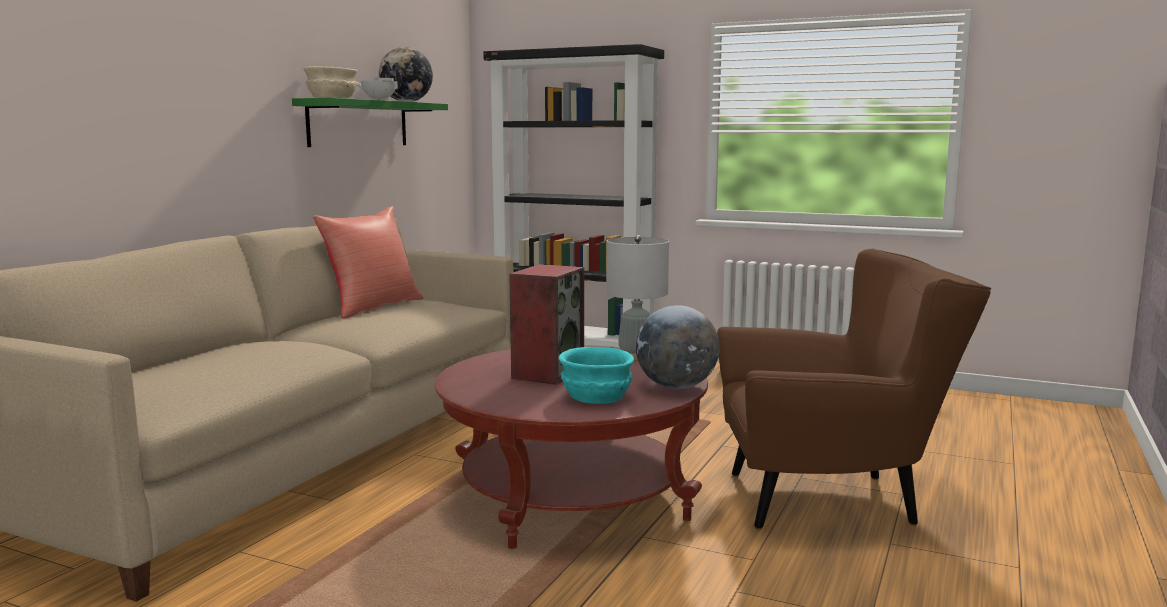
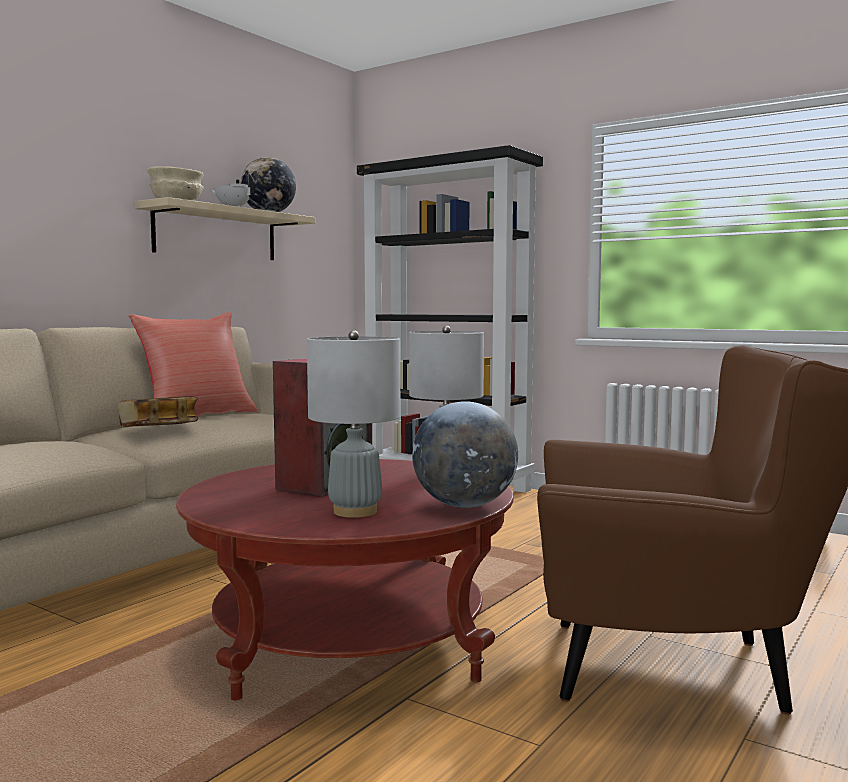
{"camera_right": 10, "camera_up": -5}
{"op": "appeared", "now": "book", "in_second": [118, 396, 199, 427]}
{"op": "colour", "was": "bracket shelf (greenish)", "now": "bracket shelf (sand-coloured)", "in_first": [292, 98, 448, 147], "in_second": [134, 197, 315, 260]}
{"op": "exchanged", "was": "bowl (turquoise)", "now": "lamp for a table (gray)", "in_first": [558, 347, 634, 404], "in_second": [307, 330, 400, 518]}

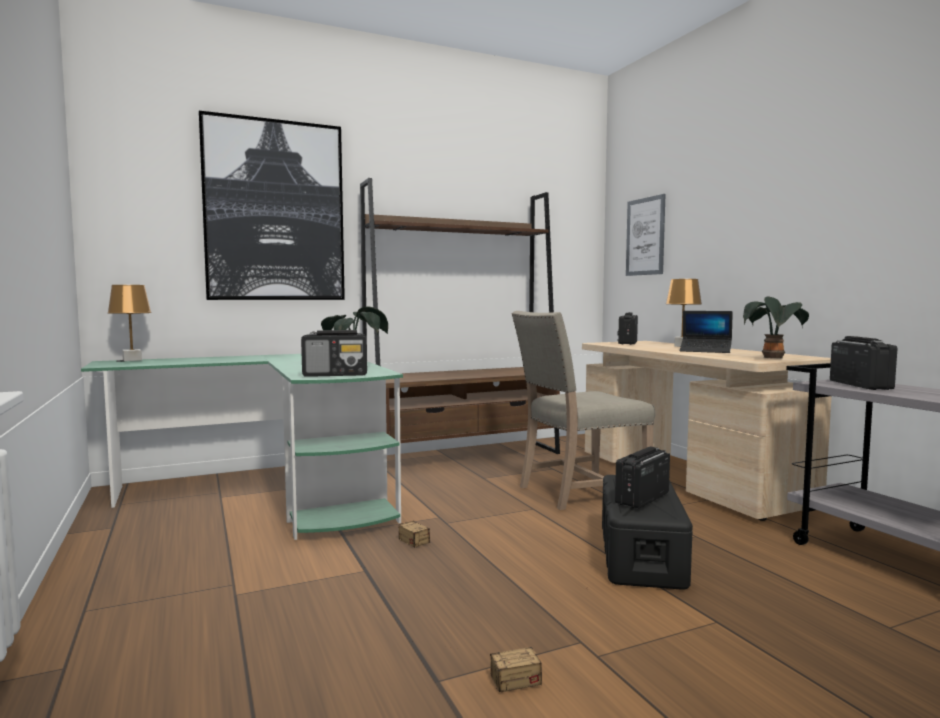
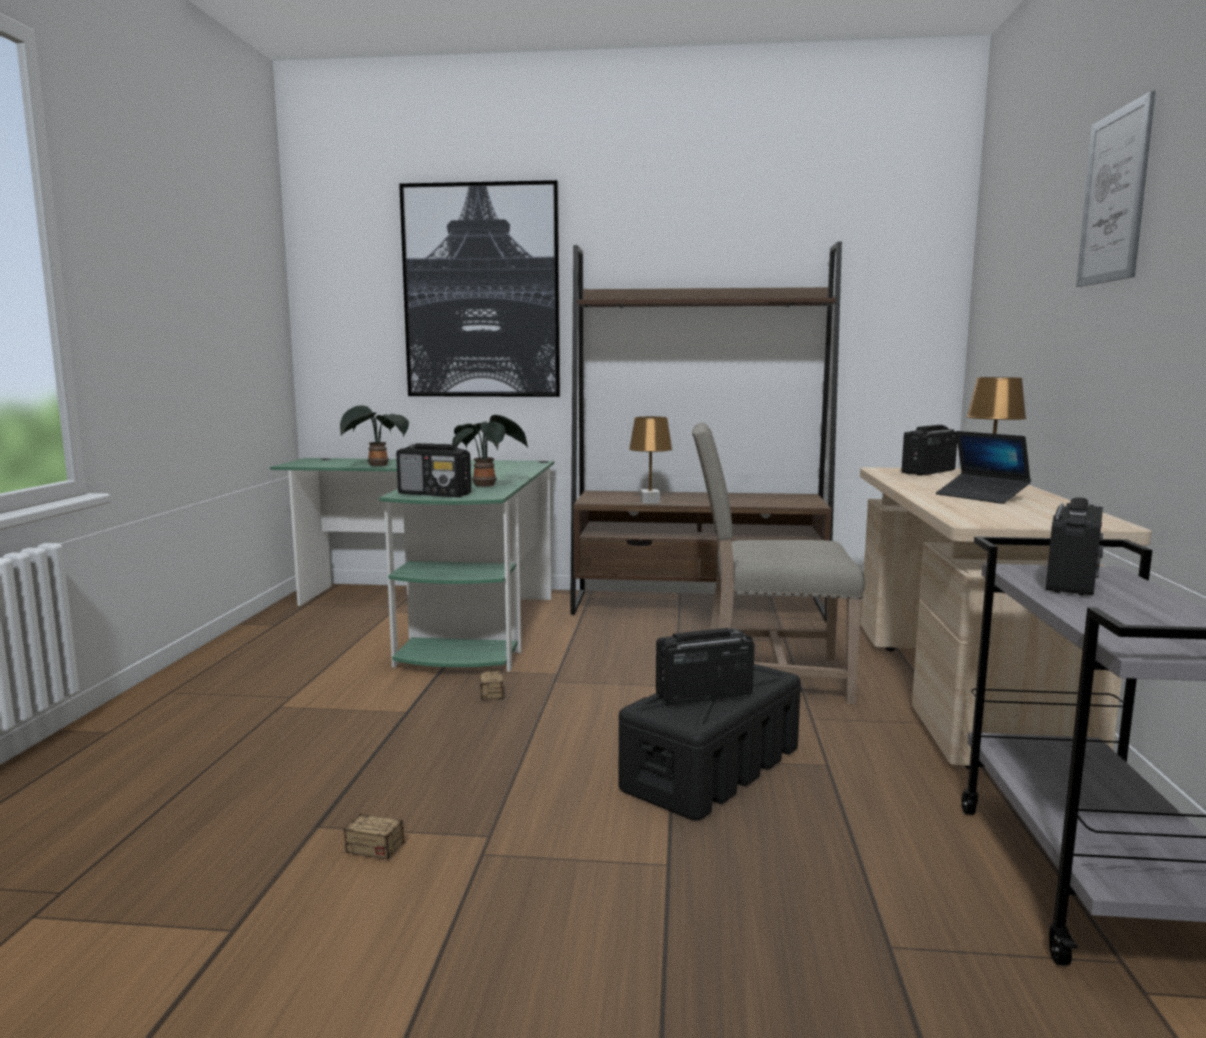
{"camera_right": 30, "camera_up": 5}
{"op": "relocated", "was": "houseplant", "in_first": [743, 297, 809, 359], "in_second": [340, 405, 409, 466]}
{"op": "relocated", "was": "lamp for a table (brown)", "in_first": [107, 285, 152, 361], "in_second": [629, 416, 673, 504]}
{"op": "relocated", "was": "wall art", "in_first": [626, 194, 666, 276], "in_second": [1076, 91, 1155, 287]}

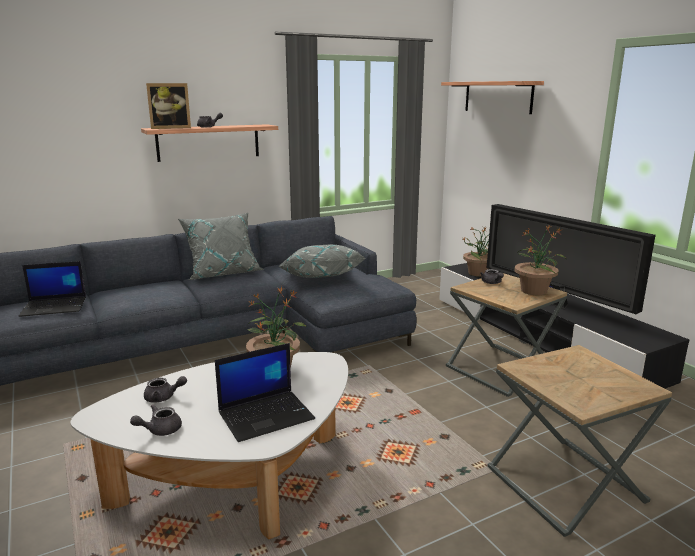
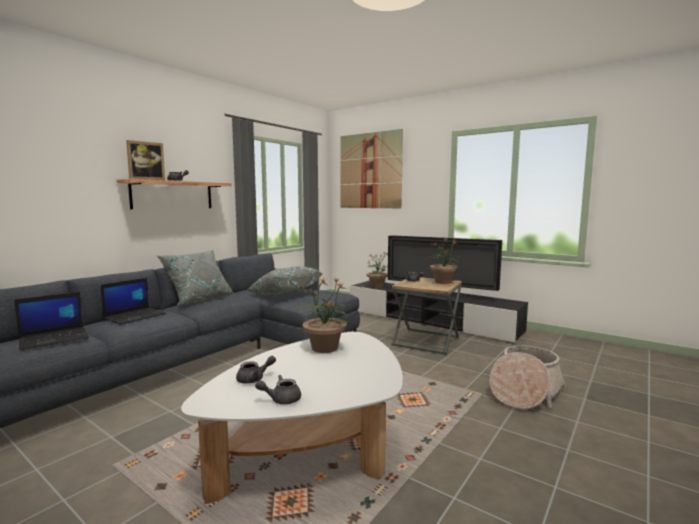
{"camera_right": -25, "camera_up": -10}
{"op": "relocated", "was": "portable computer", "in_first": [215, 343, 315, 442], "in_second": [101, 278, 167, 325]}
{"op": "spun", "was": "teapot (gray)", "in_first": [130, 404, 182, 436], "in_second": [255, 375, 301, 404], "clockwise": 45}
{"op": "exchanged", "was": "bracket shelf", "now": "wall art", "in_first": [441, 81, 544, 114], "in_second": [340, 129, 403, 208]}
{"op": "exchanged", "was": "side table (brown)", "now": "basket", "in_first": [487, 345, 672, 537], "in_second": [490, 345, 566, 409]}

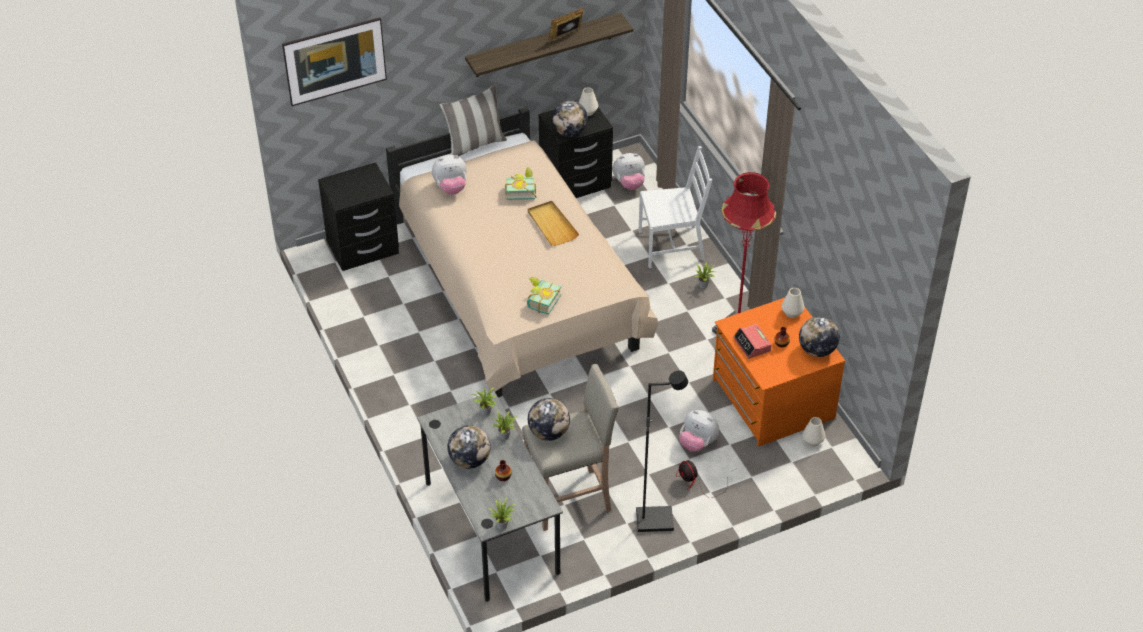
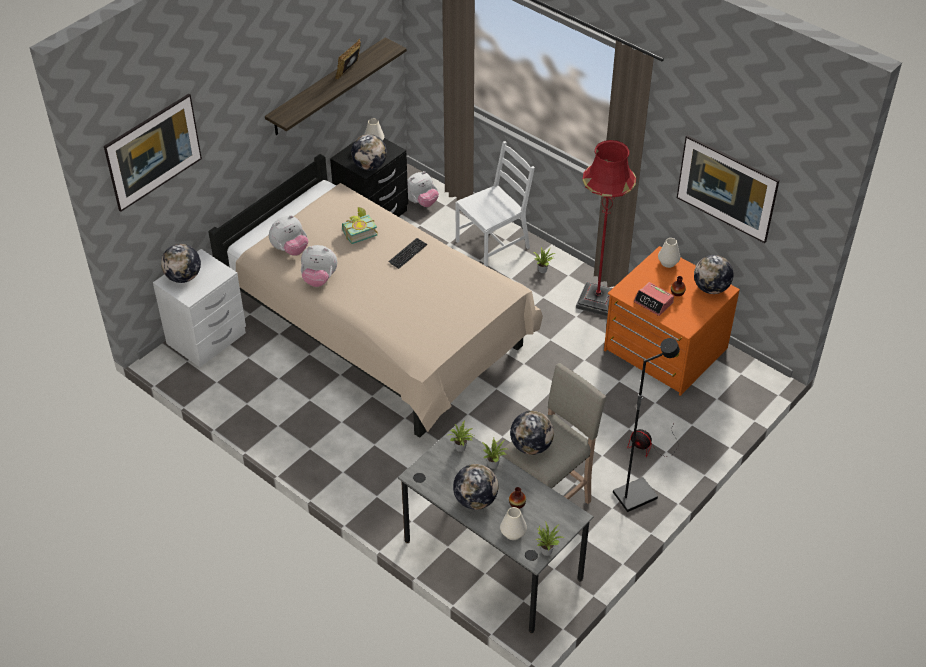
{"camera_right": -25, "camera_up": 0}
{"op": "colour", "was": "nightstand (blackish)", "now": "nightstand (white-coloured)", "in_first": [318, 162, 399, 271], "in_second": [153, 249, 246, 367]}
{"op": "appeared", "now": "globe", "in_second": [161, 244, 201, 283]}
{"op": "relocated", "was": "plush toy", "in_first": [679, 410, 719, 452], "in_second": [301, 245, 337, 287]}
{"op": "exchanged", "was": "tray (sand-coloured)", "now": "PC keyboard", "in_first": [528, 201, 579, 246], "in_second": [388, 238, 427, 269]}
{"op": "relocated", "was": "flower vase (white-coloured)", "in_first": [802, 417, 825, 447], "in_second": [500, 507, 527, 540]}
{"op": "appeared", "now": "wall art", "in_second": [677, 135, 779, 243]}
{"op": "missing", "was": "pillow", "in_first": [440, 84, 507, 157]}
{"op": "missing", "was": "book", "in_first": [527, 277, 561, 314]}

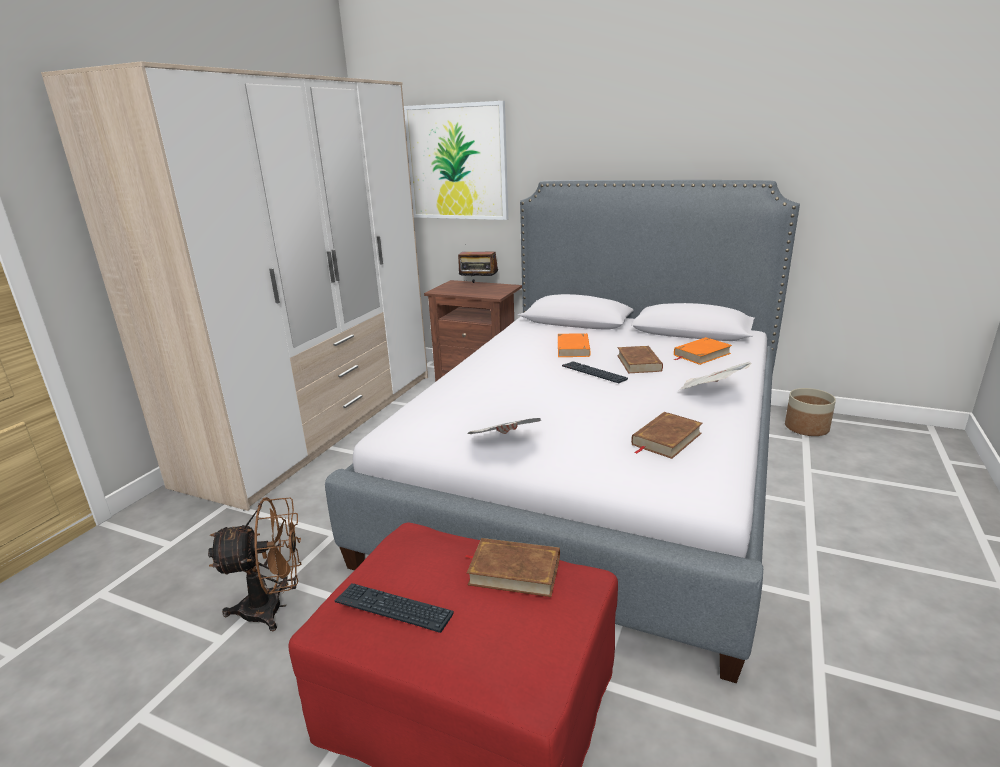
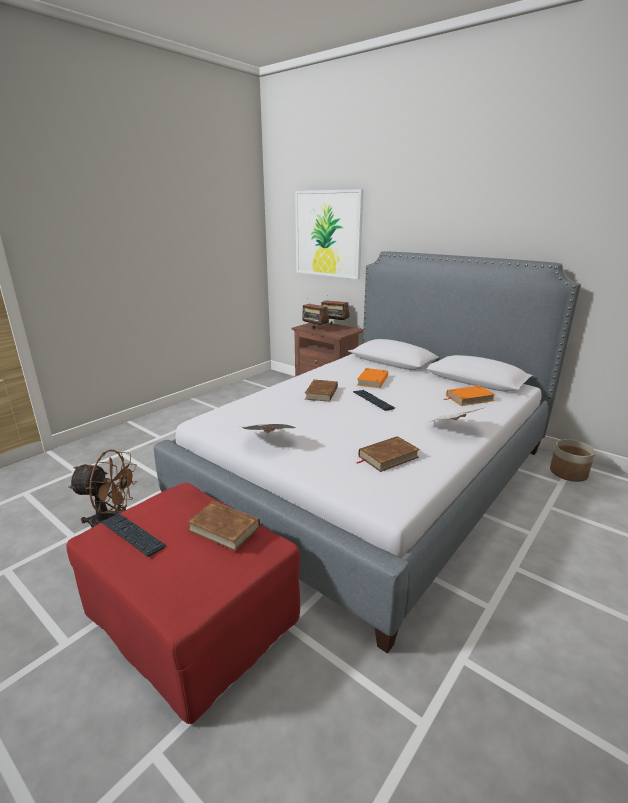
{"camera_right": 15, "camera_up": 0}
{"op": "appeared", "now": "radio receiver", "in_second": [302, 304, 329, 329]}
{"op": "relocated", "was": "book (brown)", "in_first": [617, 346, 663, 373], "in_second": [305, 380, 338, 402]}
{"op": "missing", "was": "armoire", "in_first": [41, 62, 428, 511]}

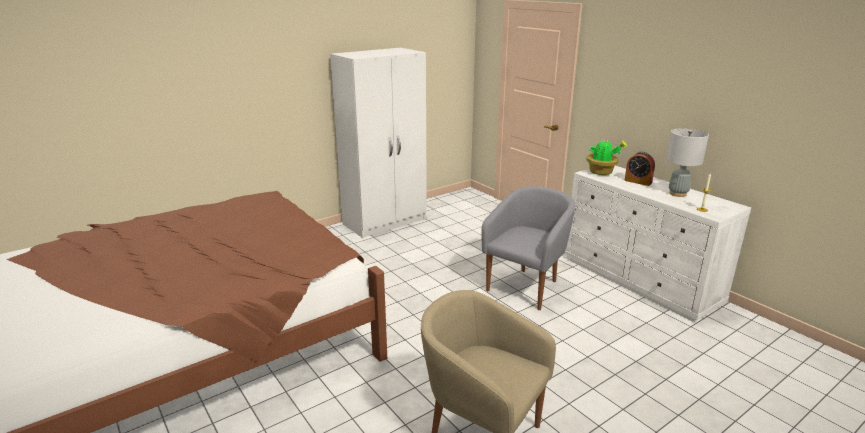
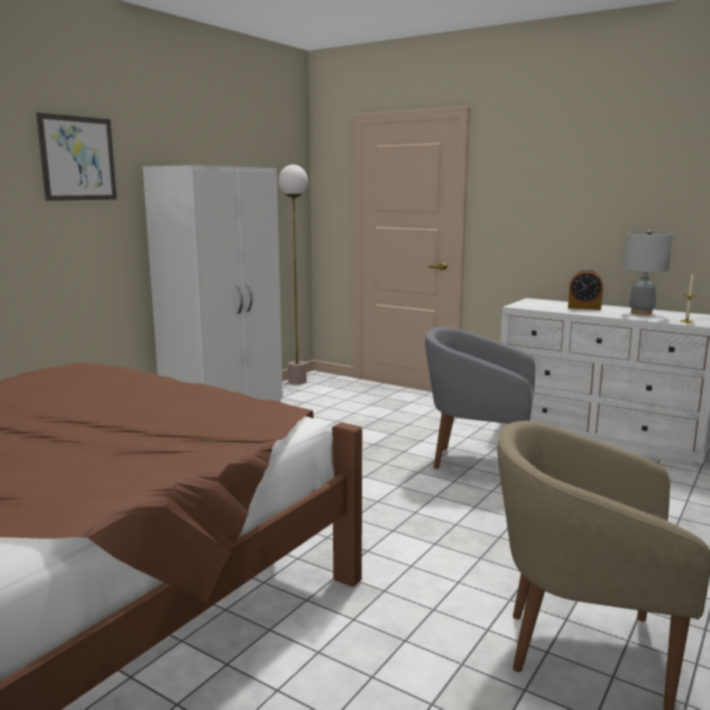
{"camera_right": -20, "camera_up": -10}
{"op": "appeared", "now": "wall art", "in_second": [36, 112, 117, 201]}
{"op": "appeared", "now": "standing lamp", "in_second": [278, 165, 308, 385]}
{"op": "spun", "was": "armchair (gray)", "in_first": [481, 186, 575, 310], "in_second": [425, 327, 535, 469], "clockwise": -90}
{"op": "missing", "was": "houseplant", "in_first": [586, 139, 627, 175]}

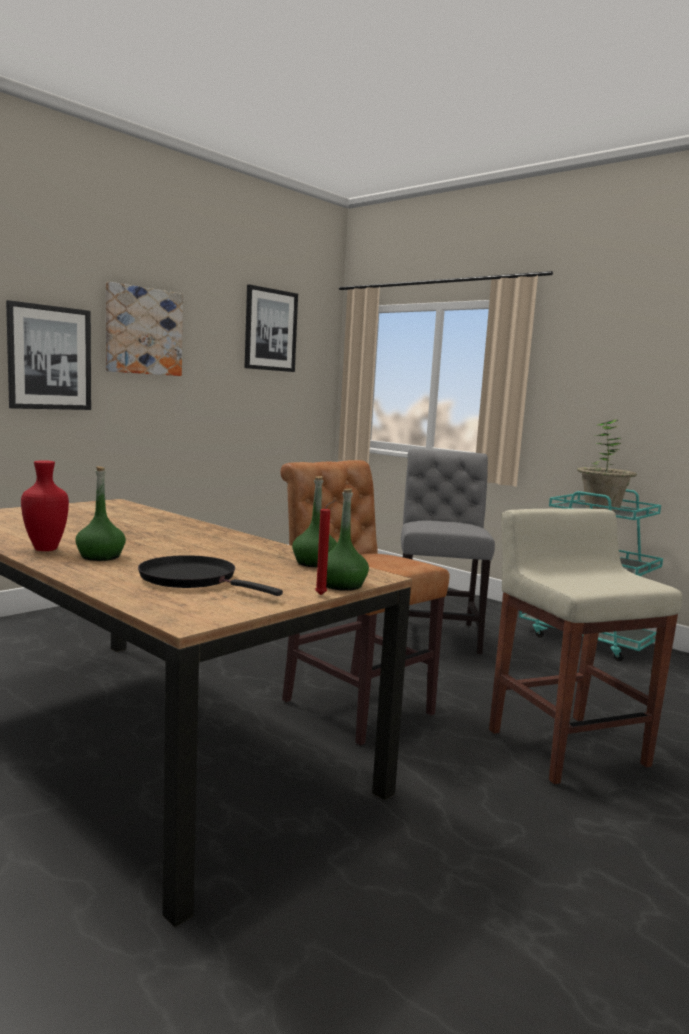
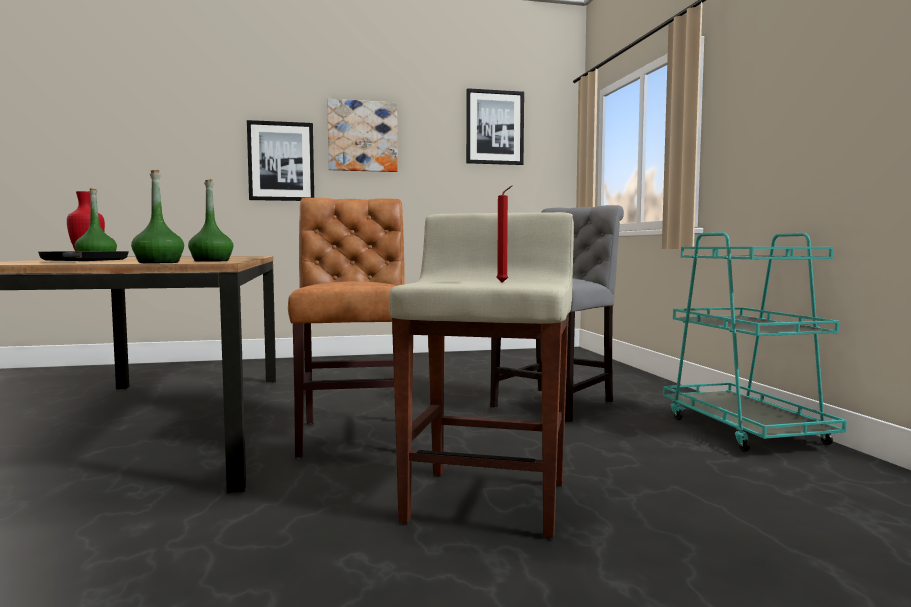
{"camera_right": 35, "camera_up": -5}
{"op": "relocated", "was": "wax candle (red-coloured)", "in_first": [315, 500, 336, 595], "in_second": [496, 185, 513, 283]}
{"op": "missing", "was": "houseplant", "in_first": [577, 420, 637, 511]}

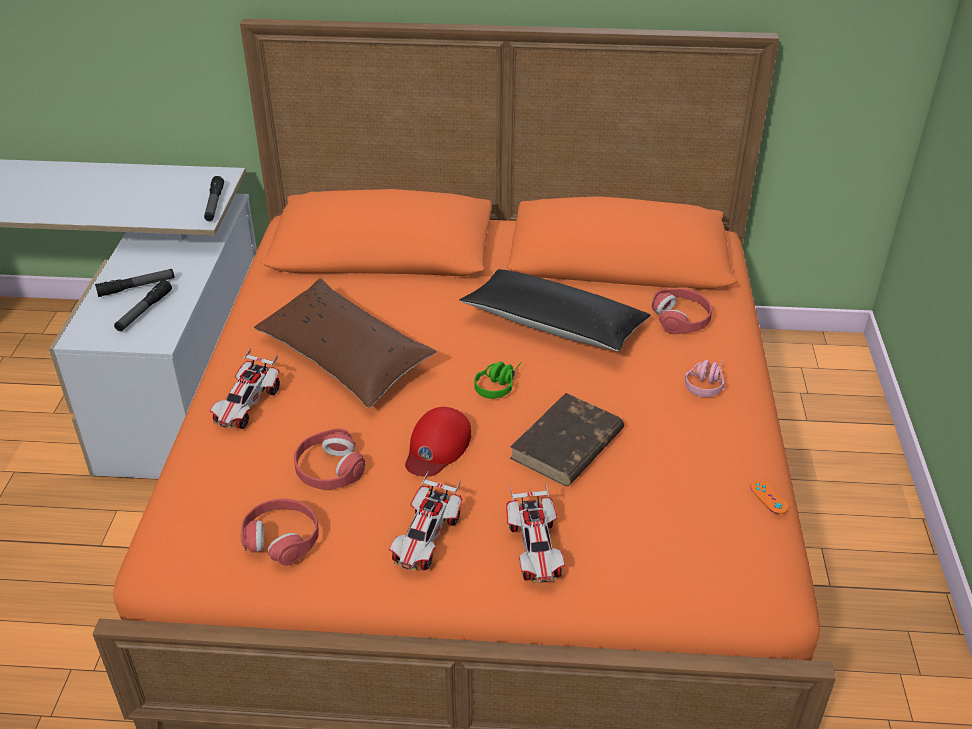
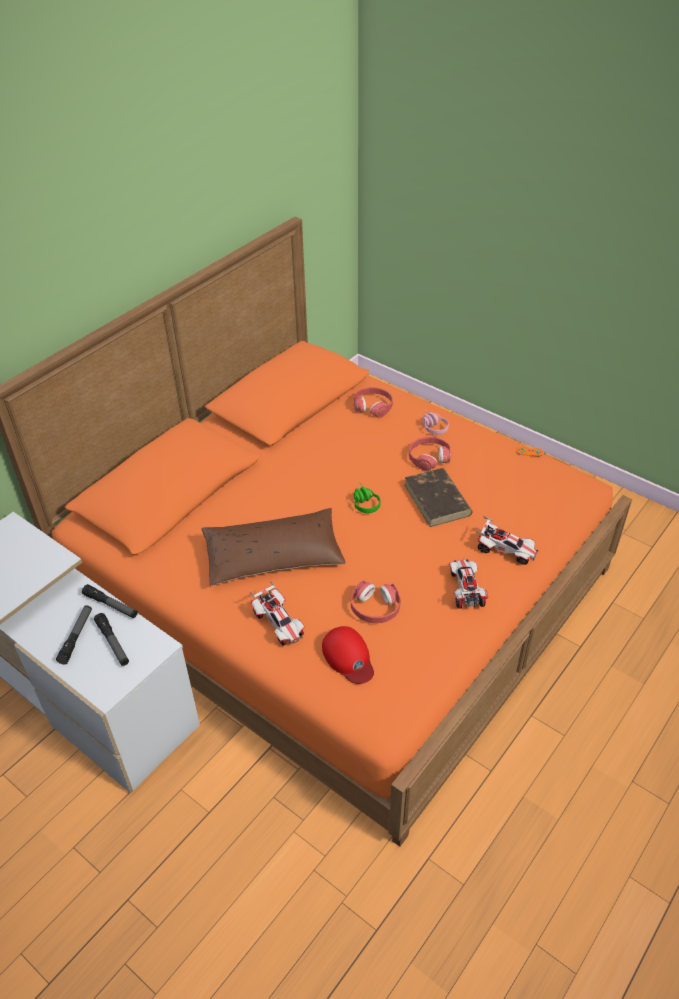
{"camera_right": -55, "camera_up": 5}
{"op": "relocated", "was": "flashlight", "in_first": [204, 176, 224, 221], "in_second": [82, 584, 138, 618]}
{"op": "relocated", "was": "peaked cap (red-coloured)", "in_first": [405, 407, 471, 477], "in_second": [322, 626, 374, 684]}
{"op": "relocated", "was": "headset (red-coloured)", "in_first": [241, 498, 319, 566], "in_second": [409, 437, 451, 471]}
{"op": "spun", "was": "miniature car", "in_first": [389, 471, 463, 571], "in_second": [449, 559, 488, 609], "clockwise": -150}
{"op": "missing", "was": "pillow (blackish)", "in_first": [459, 269, 650, 351]}

